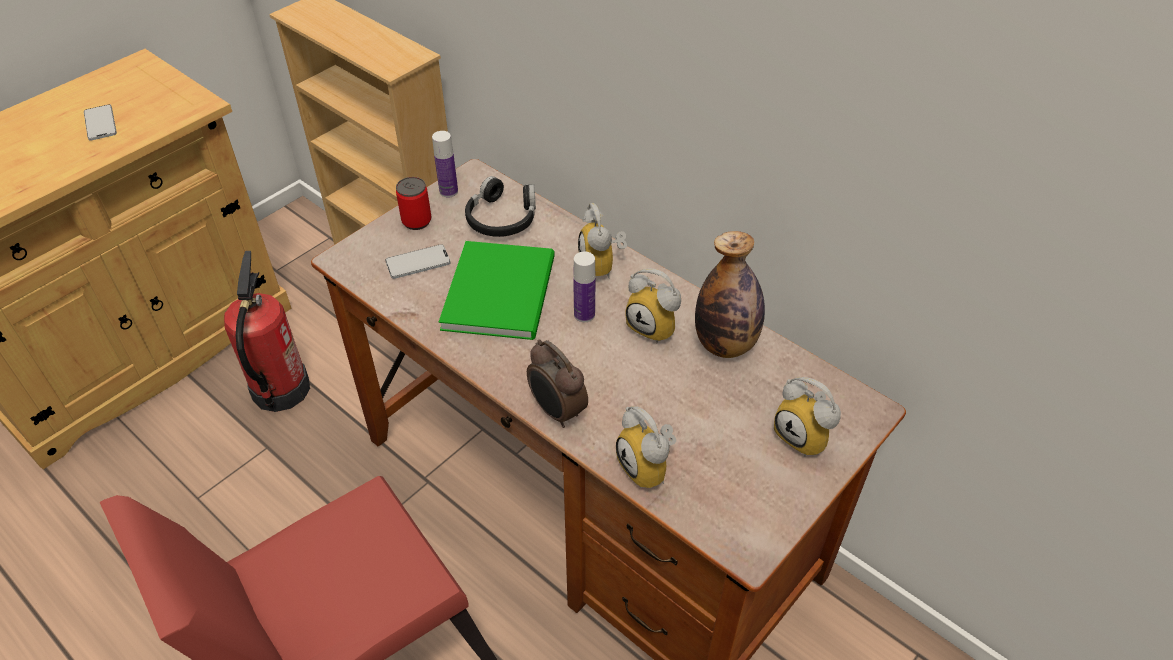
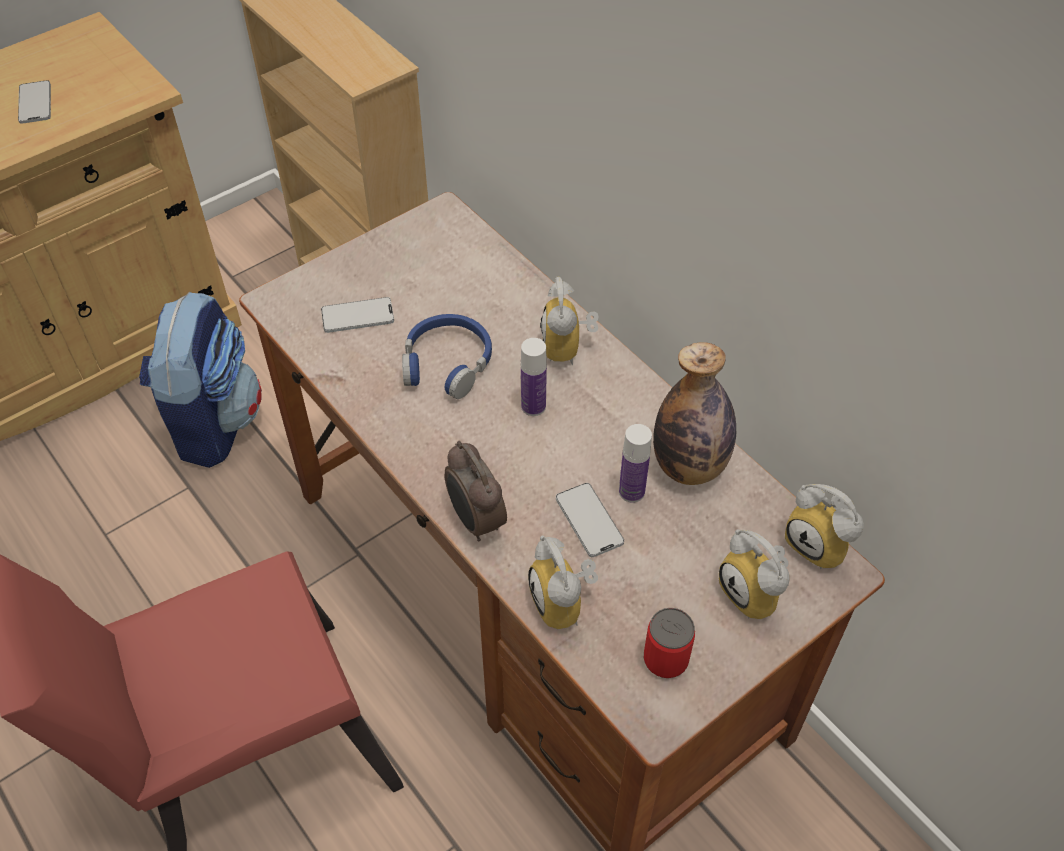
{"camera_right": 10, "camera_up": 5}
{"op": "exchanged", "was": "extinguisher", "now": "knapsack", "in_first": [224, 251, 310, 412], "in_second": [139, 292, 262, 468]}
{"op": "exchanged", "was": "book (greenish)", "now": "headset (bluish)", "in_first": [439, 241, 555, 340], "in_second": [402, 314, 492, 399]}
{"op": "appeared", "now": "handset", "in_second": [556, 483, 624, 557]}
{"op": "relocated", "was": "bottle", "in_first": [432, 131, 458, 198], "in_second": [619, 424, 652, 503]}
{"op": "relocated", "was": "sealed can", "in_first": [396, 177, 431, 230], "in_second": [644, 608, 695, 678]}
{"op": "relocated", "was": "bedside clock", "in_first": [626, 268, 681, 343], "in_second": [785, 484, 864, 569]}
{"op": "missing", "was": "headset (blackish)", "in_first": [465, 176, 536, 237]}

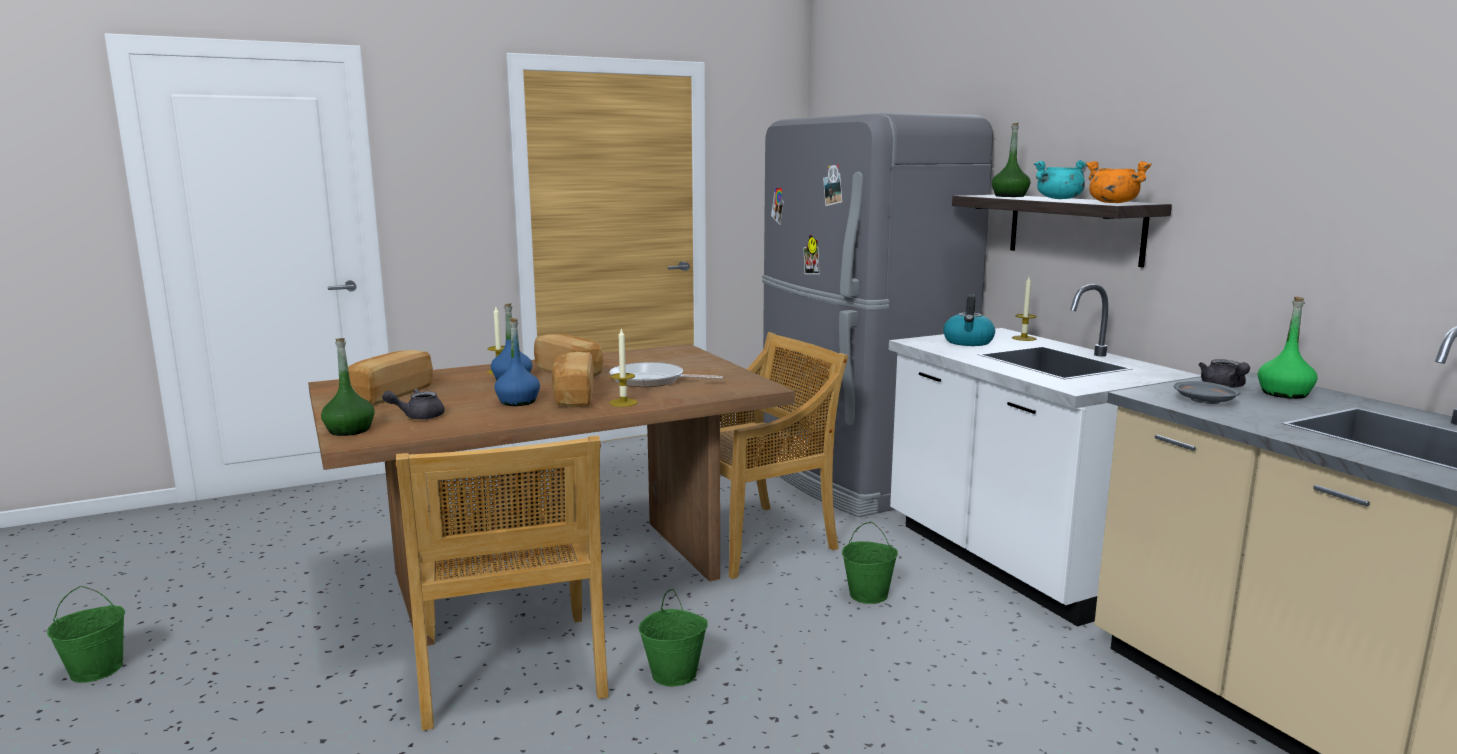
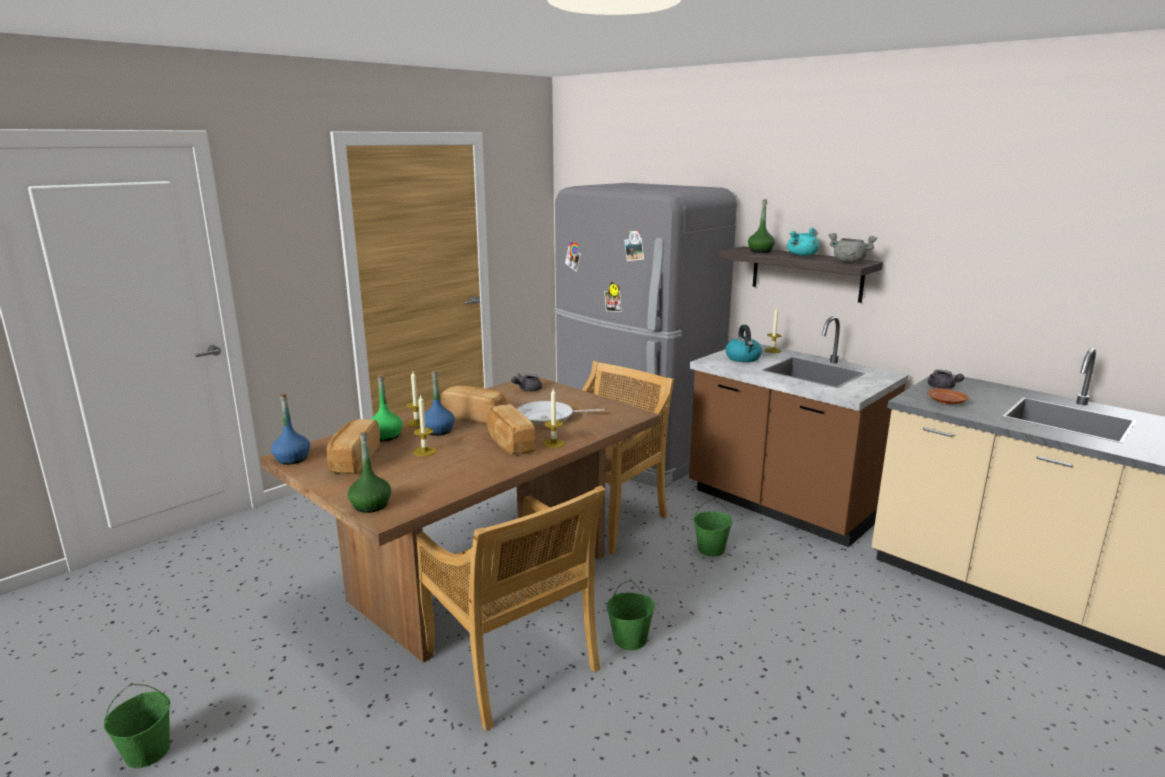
{"camera_right": -20, "camera_up": 5}
{"op": "relocated", "was": "bottle (bluish)", "in_first": [494, 318, 540, 406], "in_second": [271, 393, 310, 465]}
{"op": "relocated", "was": "bottle (greenish)", "in_first": [1258, 296, 1318, 399], "in_second": [370, 374, 402, 441]}
{"op": "appeared", "now": "wax candle", "in_second": [413, 394, 436, 456]}
{"op": "relocated", "was": "teapot (gray)", "in_first": [382, 389, 445, 420], "in_second": [511, 373, 542, 392]}
{"op": "colour", "was": "counter (white-coloured)", "now": "counter (brown)", "in_first": [889, 284, 1201, 627], "in_second": [689, 316, 909, 547]}
{"op": "colour", "was": "cooking pot (orange)", "now": "cooking pot (gray)", "in_first": [1086, 161, 1152, 203], "in_second": [828, 233, 877, 263]}
{"op": "colour", "was": "dinner plate (gray)", "now": "dinner plate (brown)", "in_first": [1174, 381, 1240, 404], "in_second": [927, 388, 969, 405]}

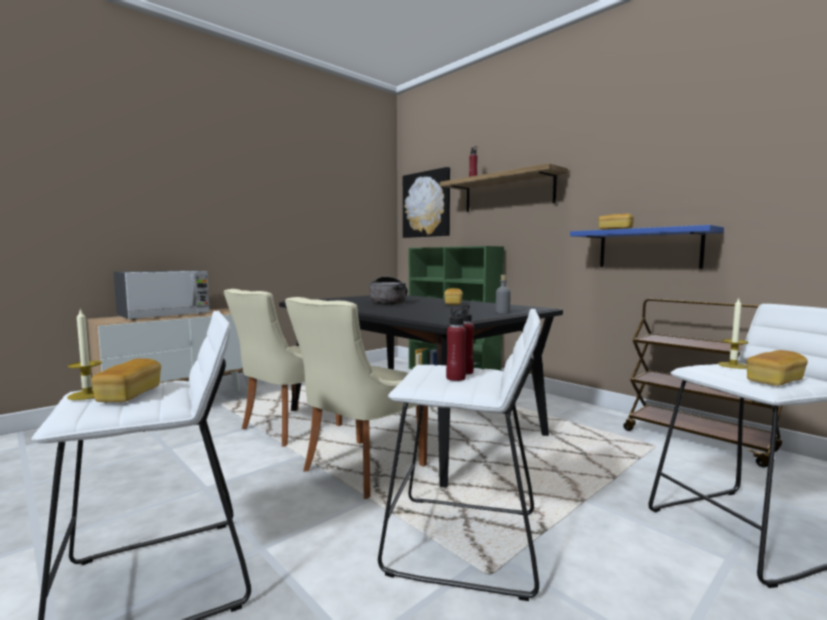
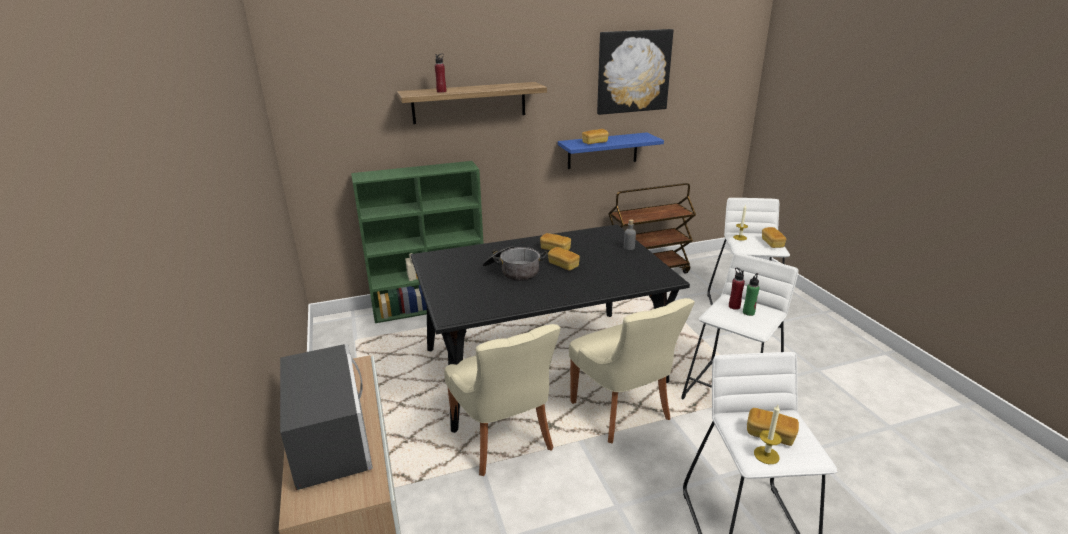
{"camera_right": -65, "camera_up": 20}
{"op": "appeared", "now": "baked bread", "in_second": [548, 247, 580, 271]}
{"op": "relocated", "was": "wall art", "in_first": [403, 167, 450, 238], "in_second": [597, 29, 673, 115]}
{"op": "colour", "was": "bottle (red-coloured)", "now": "bottle (greenish)", "in_first": [446, 308, 467, 381], "in_second": [743, 273, 760, 316]}

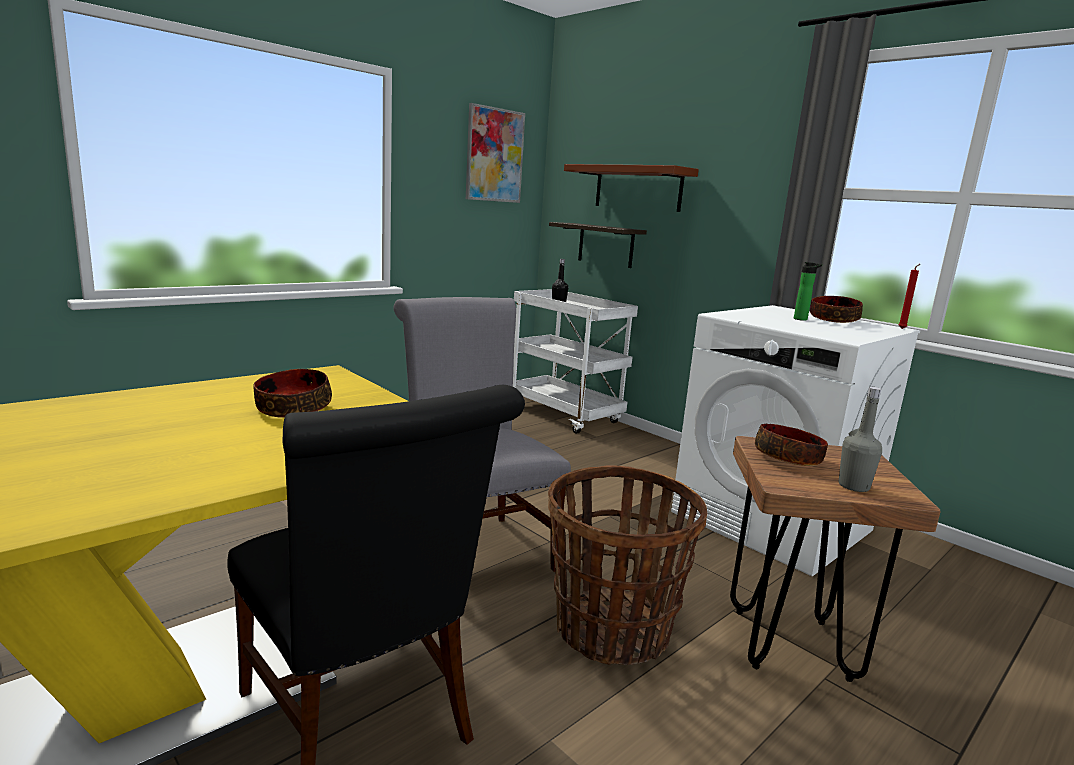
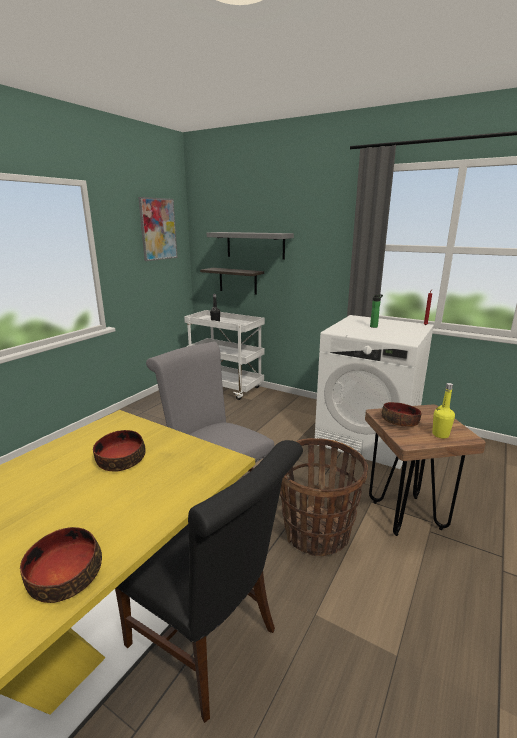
{"camera_right": -15, "camera_up": 5}
{"op": "relocated", "was": "bowl", "in_first": [810, 296, 863, 323], "in_second": [20, 527, 102, 603]}
{"op": "colour", "was": "bracket shelf (brown)", "now": "bracket shelf (gray)", "in_first": [564, 164, 699, 212], "in_second": [207, 232, 294, 260]}
{"op": "colour", "was": "bottle (gray)", "now": "bottle (yellow-coloured)", "in_first": [839, 387, 882, 492], "in_second": [432, 383, 455, 438]}

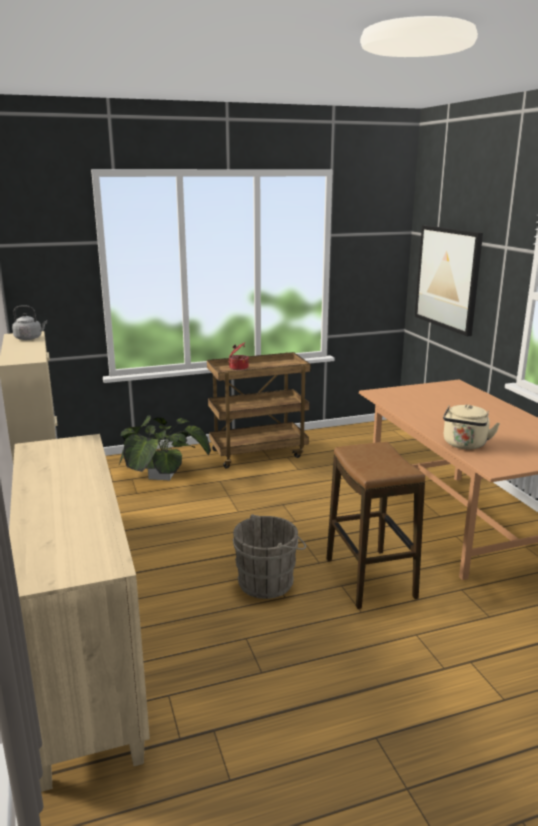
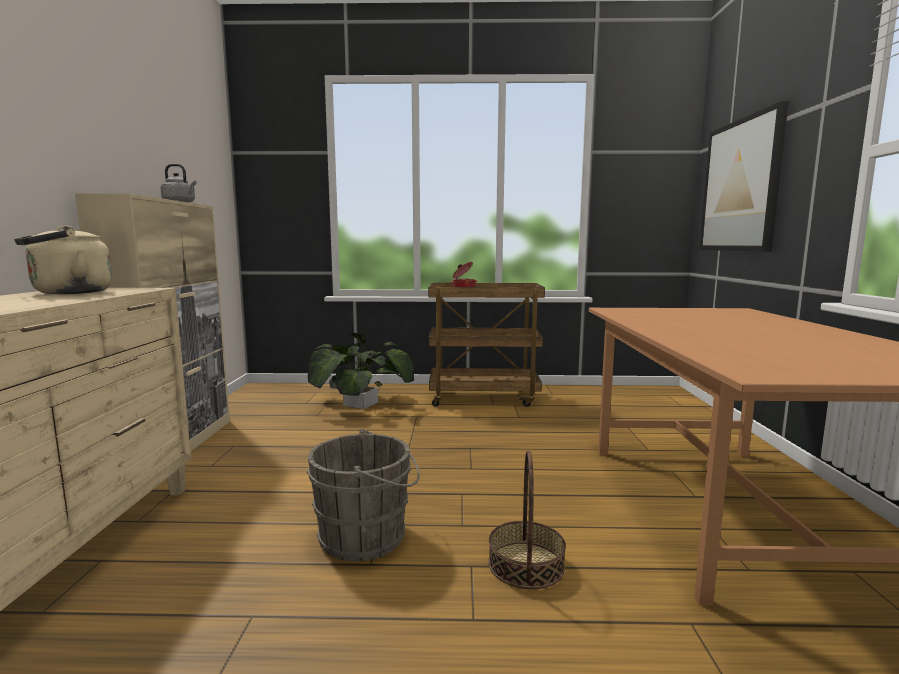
{"camera_right": 20, "camera_up": -10}
{"op": "relocated", "was": "tea kettle (sand-coloured)", "in_first": [443, 404, 500, 449], "in_second": [14, 225, 112, 294]}
{"op": "exchanged", "was": "stool", "now": "basket", "in_first": [327, 442, 425, 609], "in_second": [488, 450, 566, 589]}

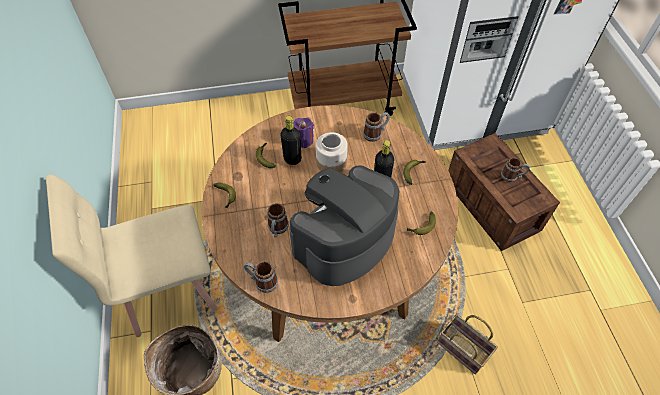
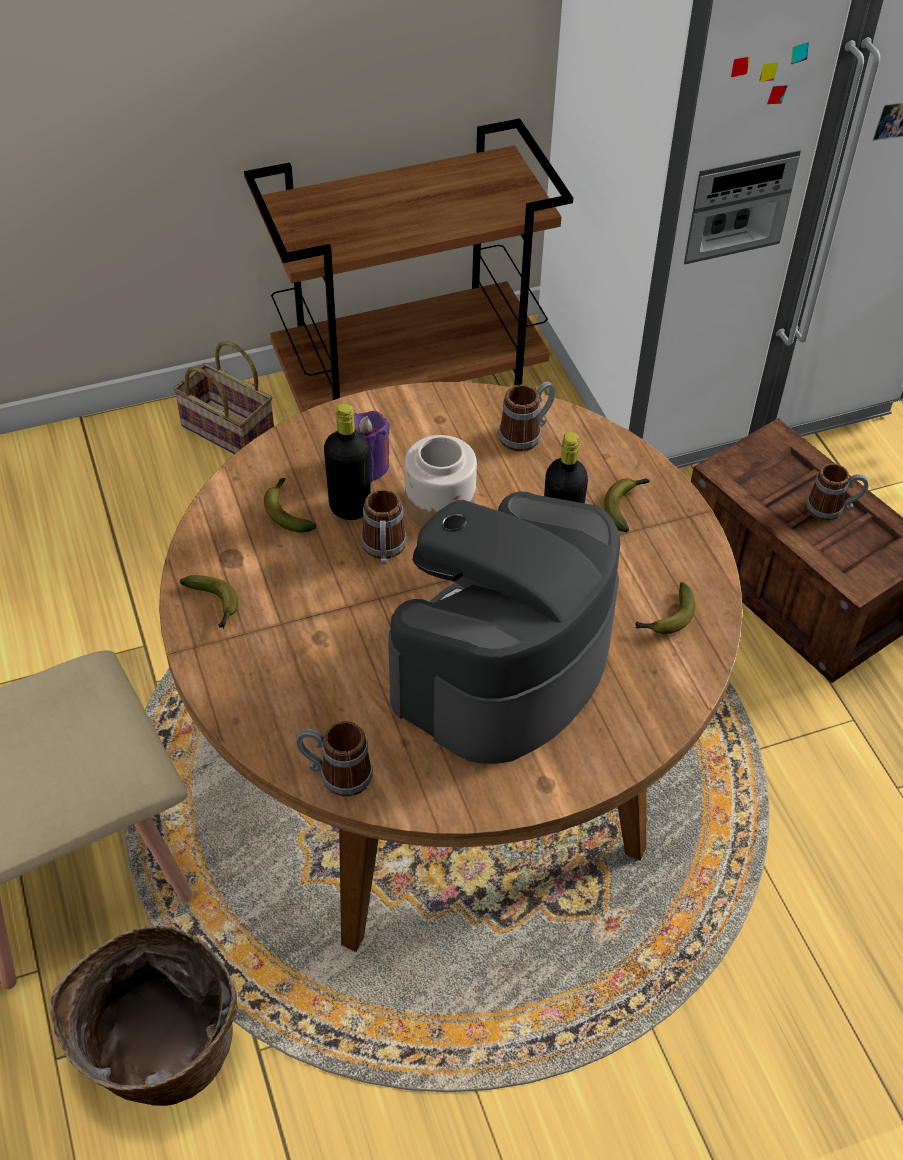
{"camera_right": -10, "camera_up": -5}
{"op": "relocated", "was": "basket", "in_first": [437, 314, 498, 374], "in_second": [173, 341, 274, 454]}
{"op": "relocated", "was": "mug", "in_first": [267, 203, 289, 237], "in_second": [361, 489, 407, 564]}

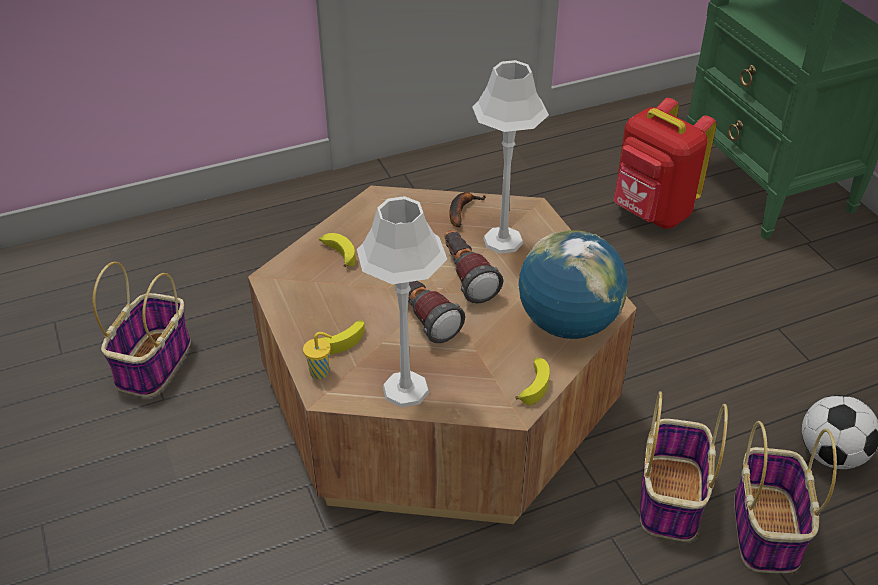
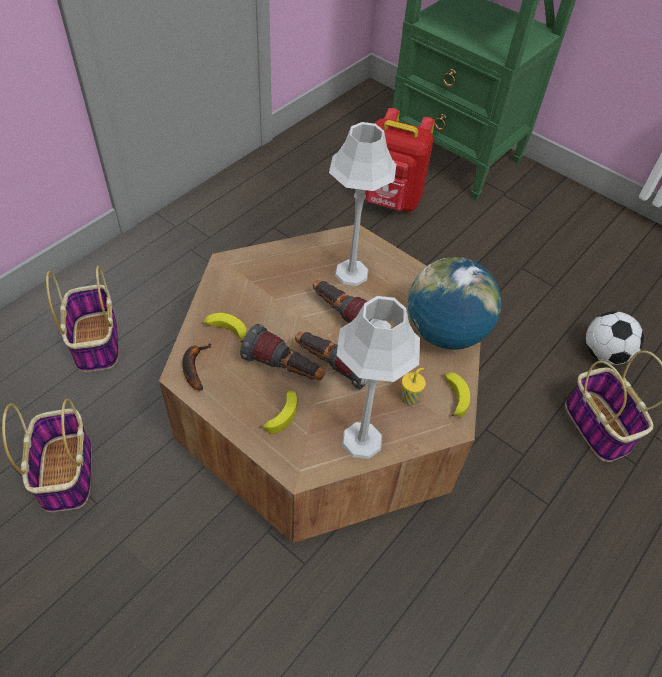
{"camera_right": -30, "camera_up": 10}
{"op": "relocated", "was": "basket", "in_first": [640, 391, 728, 542], "in_second": [46, 266, 119, 372]}
{"op": "relocated", "was": "banana", "in_first": [449, 192, 486, 227], "in_second": [182, 343, 212, 391]}
{"op": "appeared", "now": "flashlight", "in_second": [240, 324, 325, 380]}
{"op": "relocated", "was": "cup (yellow-coloured)", "in_first": [303, 332, 332, 379], "in_second": [402, 368, 426, 405]}

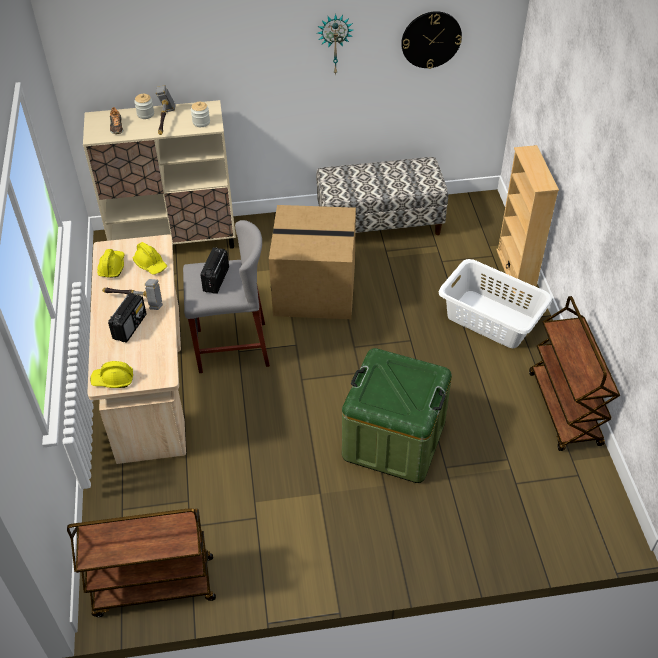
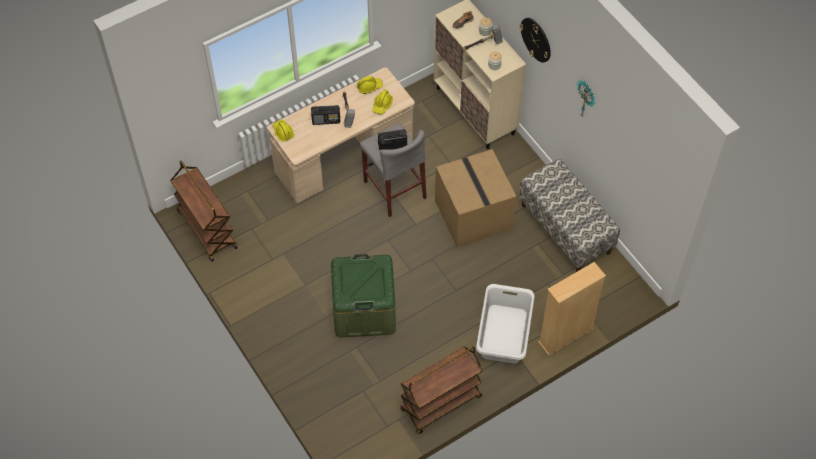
{"camera_right": 65, "camera_up": 10}
{"op": "relocated", "was": "wall clock", "in_first": [401, 11, 462, 69], "in_second": [519, 18, 551, 63]}

